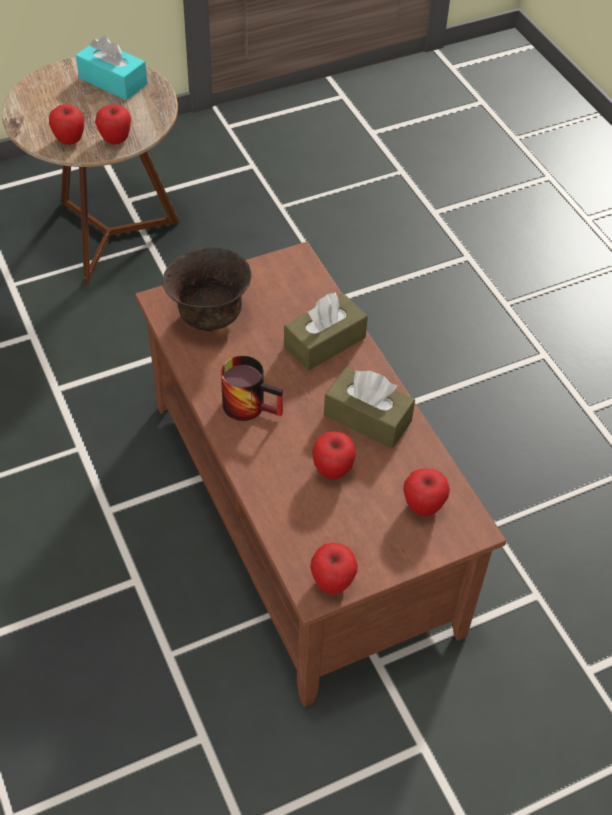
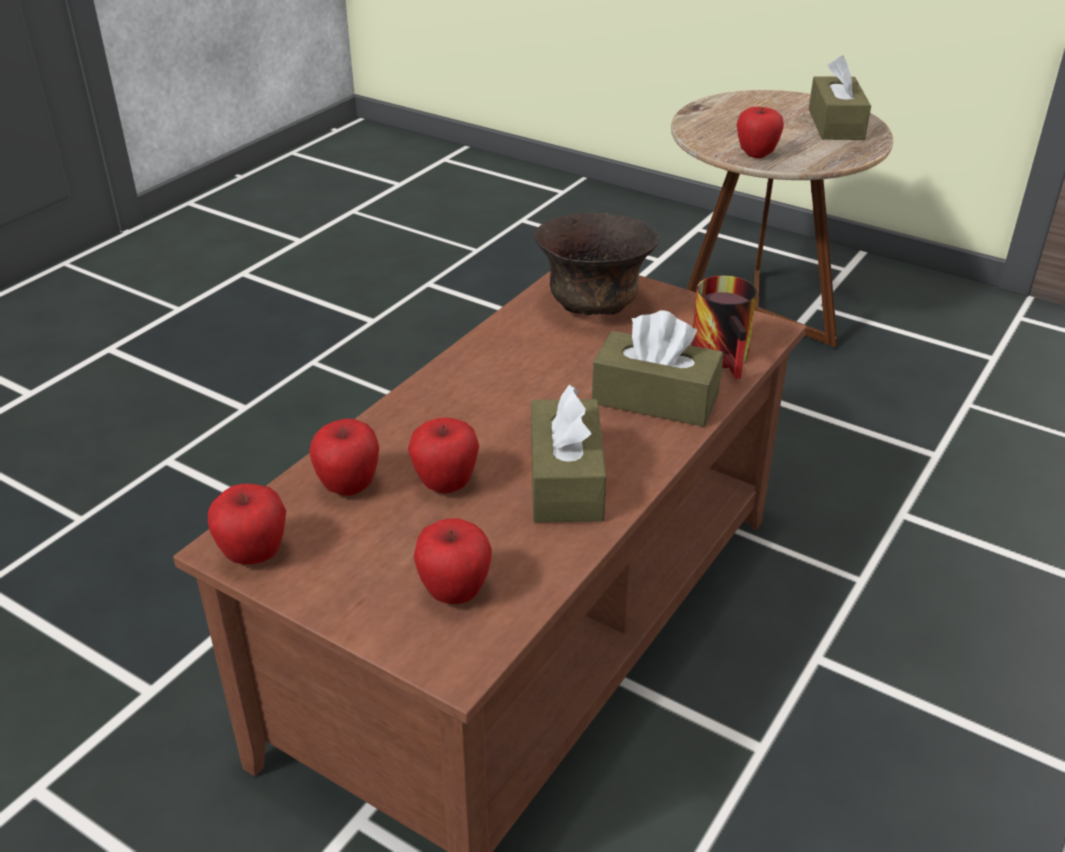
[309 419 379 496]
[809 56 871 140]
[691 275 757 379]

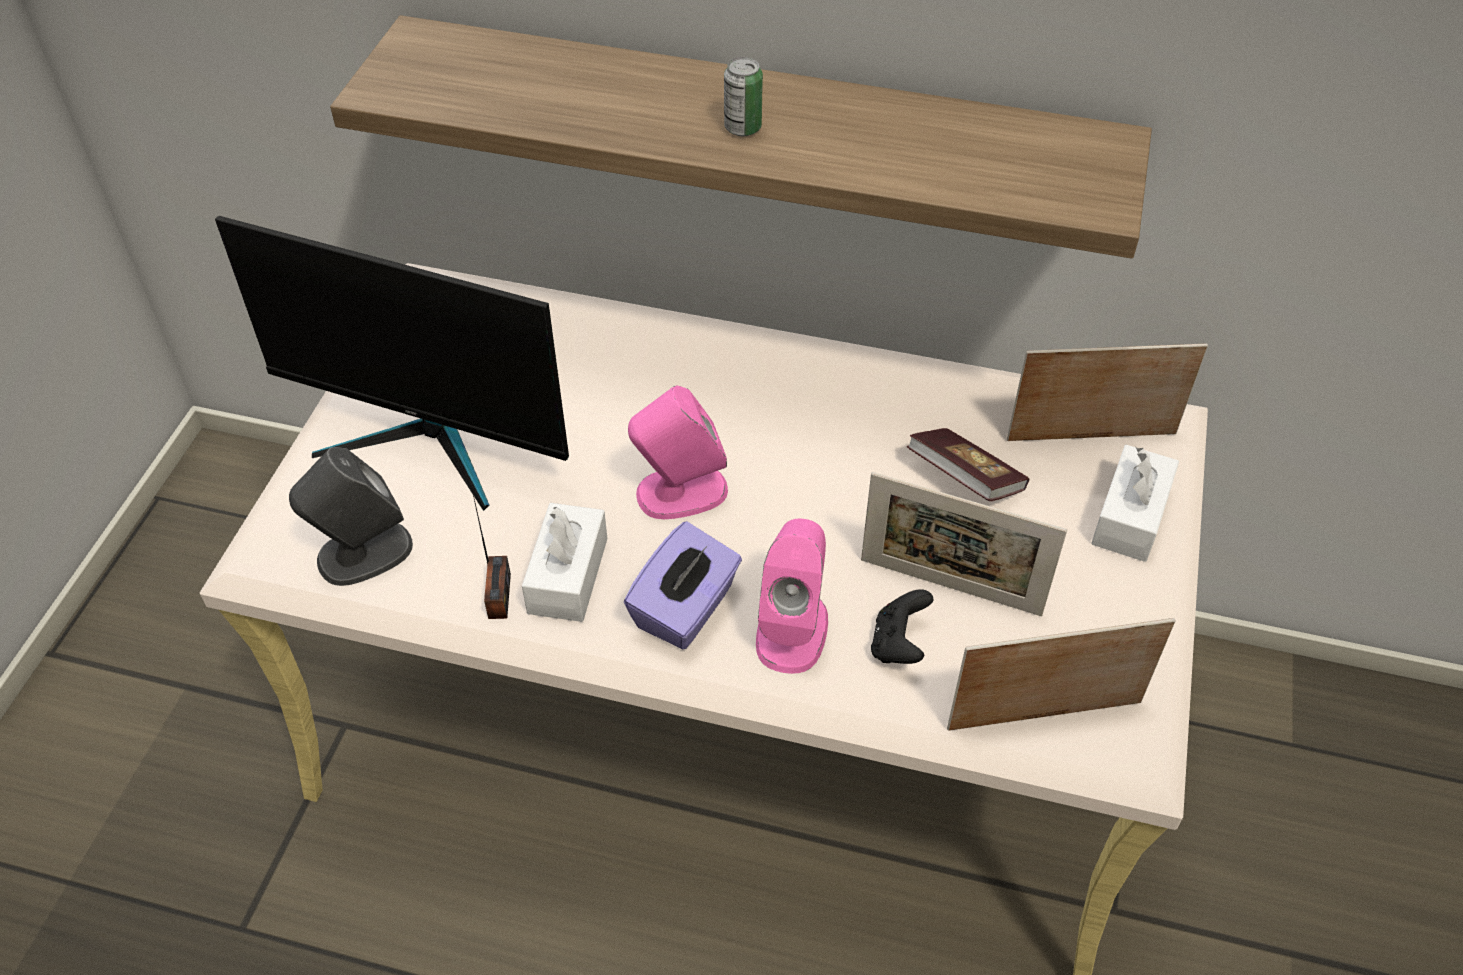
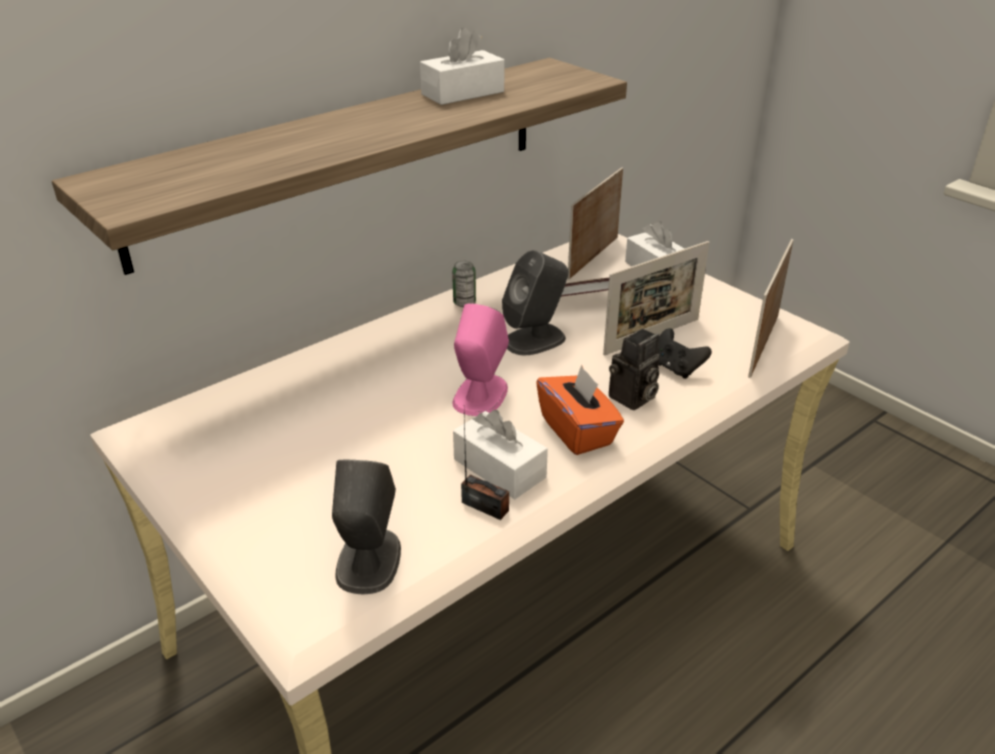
[215 216 569 511] (first image)
[536 365 624 455]
[452 261 476 307]
[609 328 660 410]
[420 27 504 105]
[502 250 568 356]

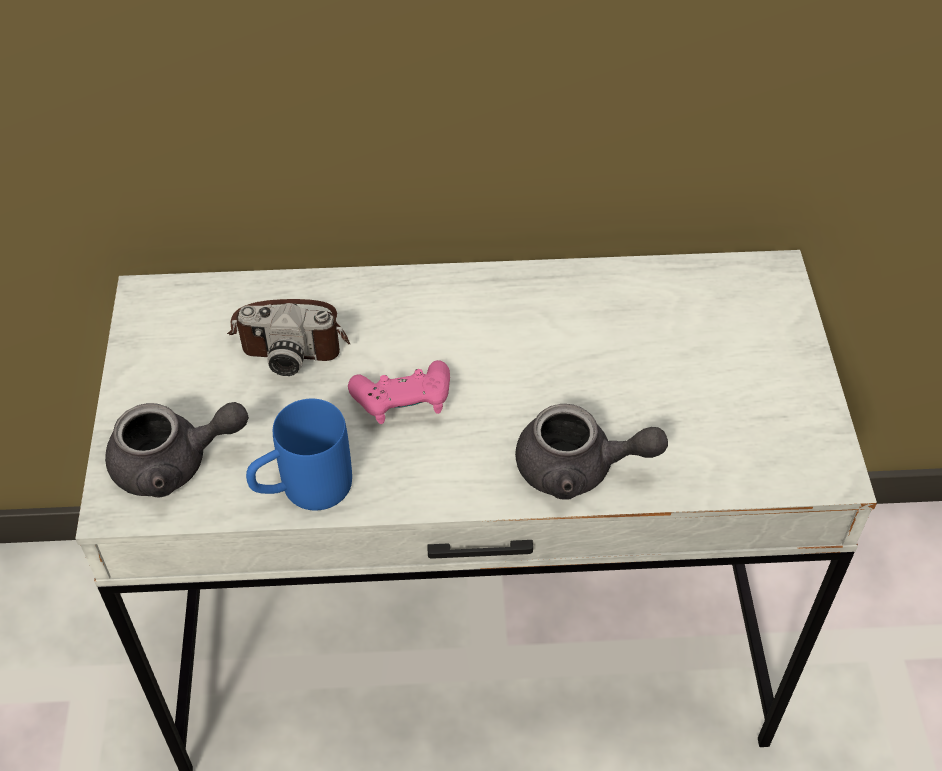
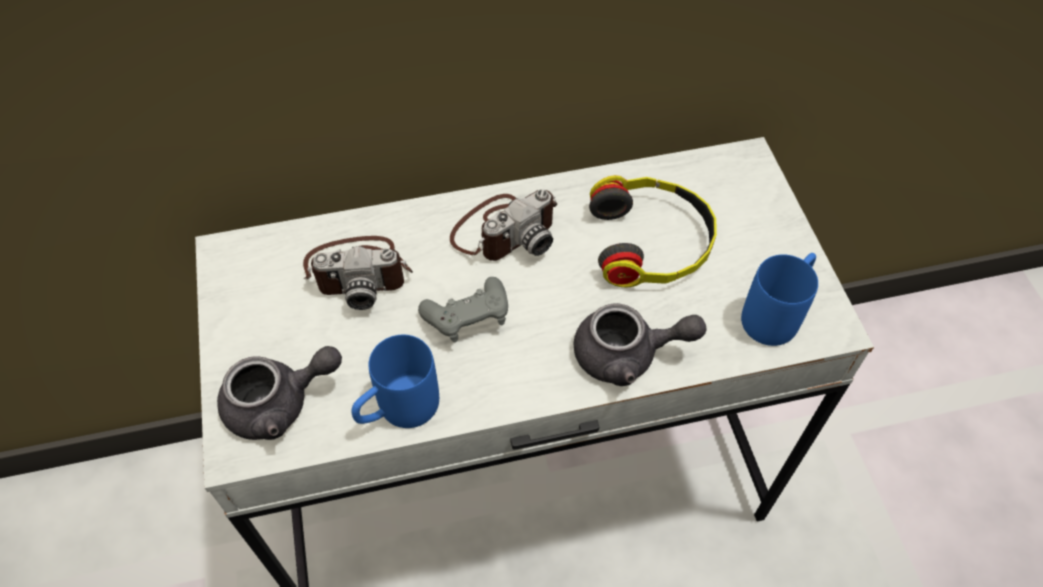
[418 277 508 342]
[450 189 558 261]
[589 175 717 288]
[741 253 818 346]

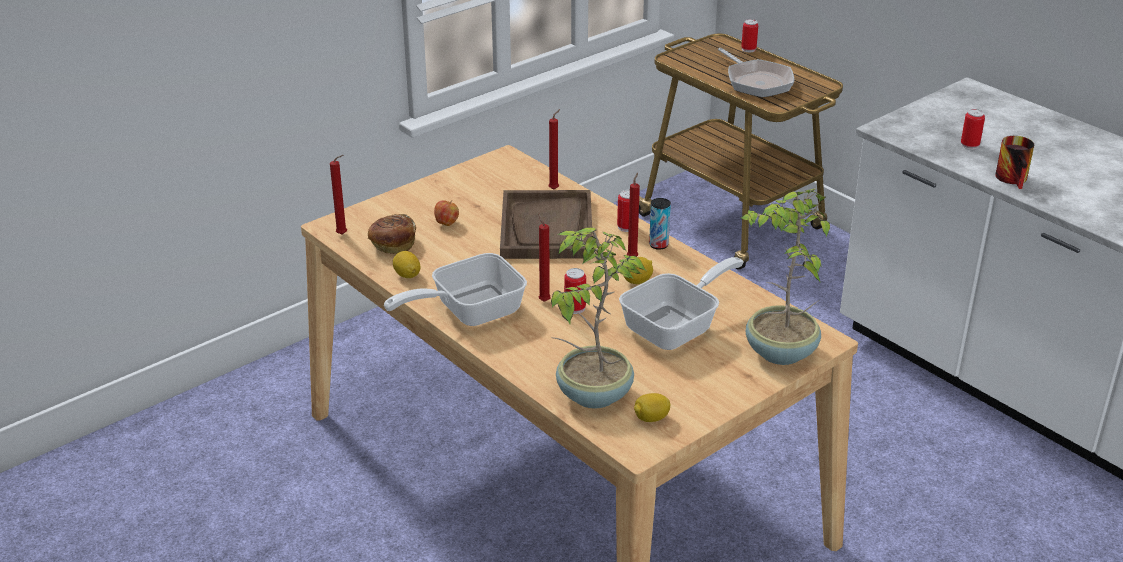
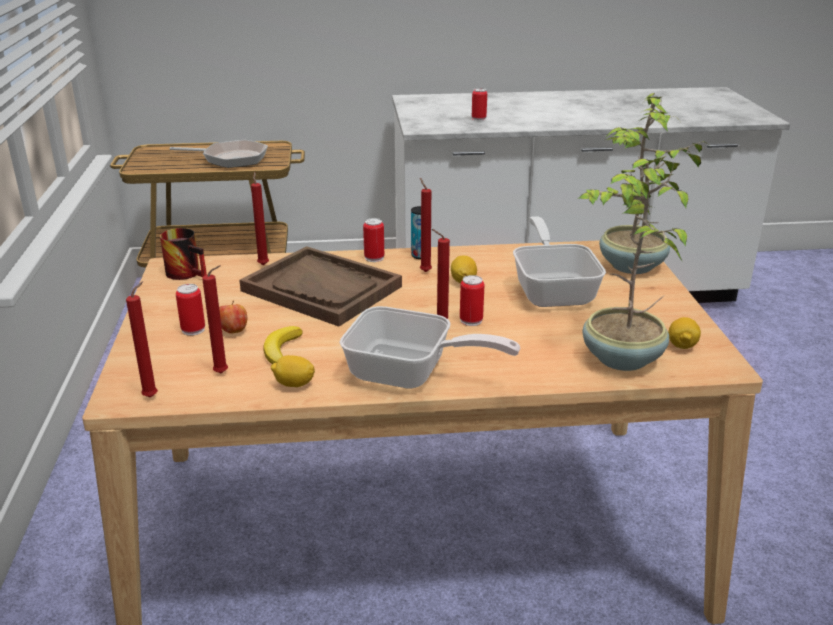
[202 265 228 373]
[339 306 520 389]
[176 284 205 336]
[160 228 207 280]
[263 326 303 364]

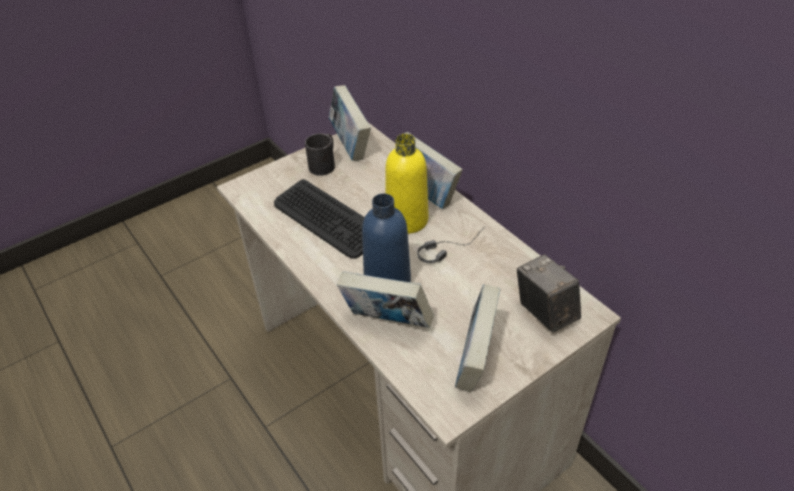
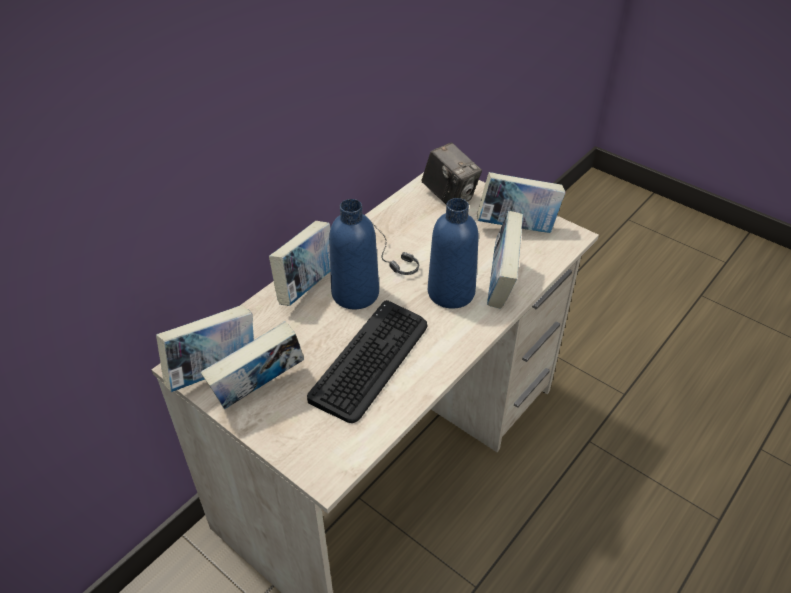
[201 321 304 409]
[329 199 379 309]
[422 143 482 204]

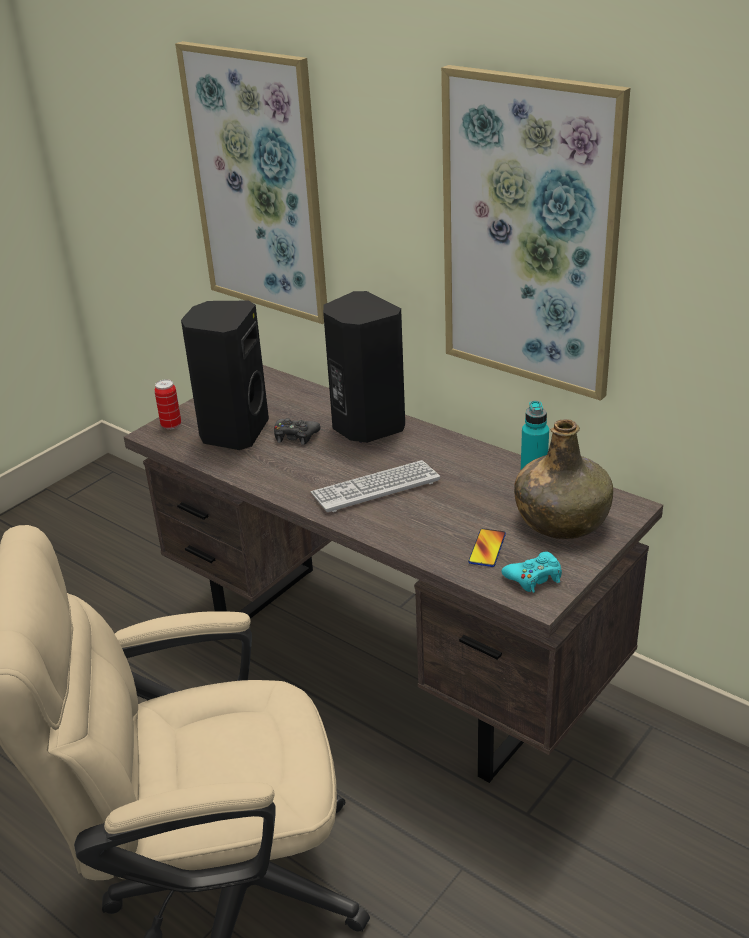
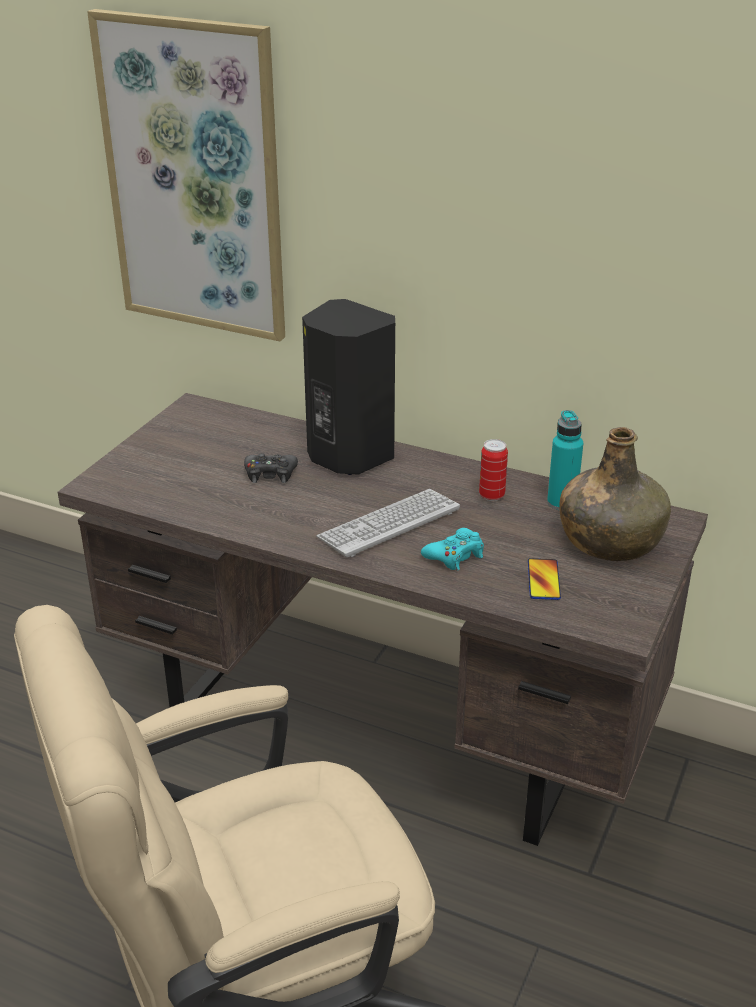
[479 439 508 501]
[181 301 269 450] (first image)
[441 65 630 401] (first image)
[421 528 484 571]

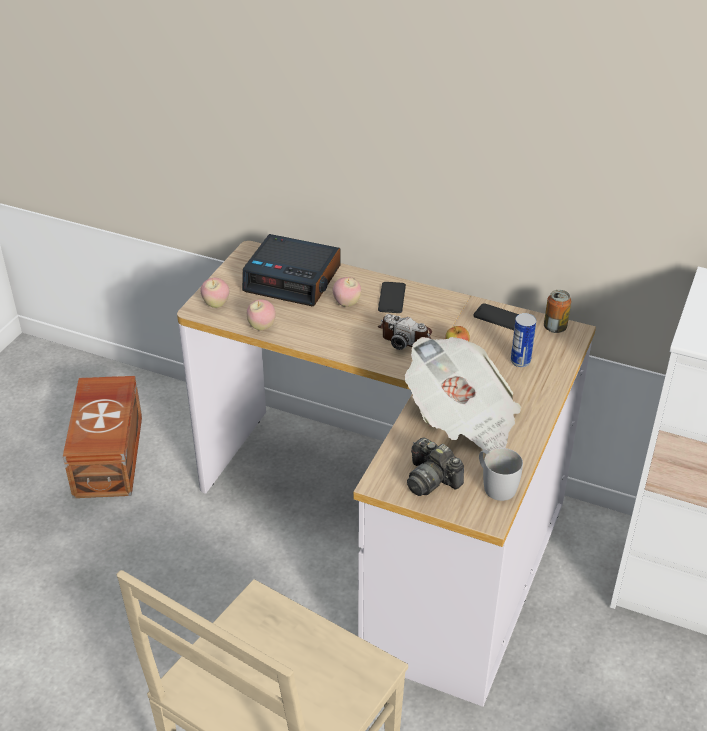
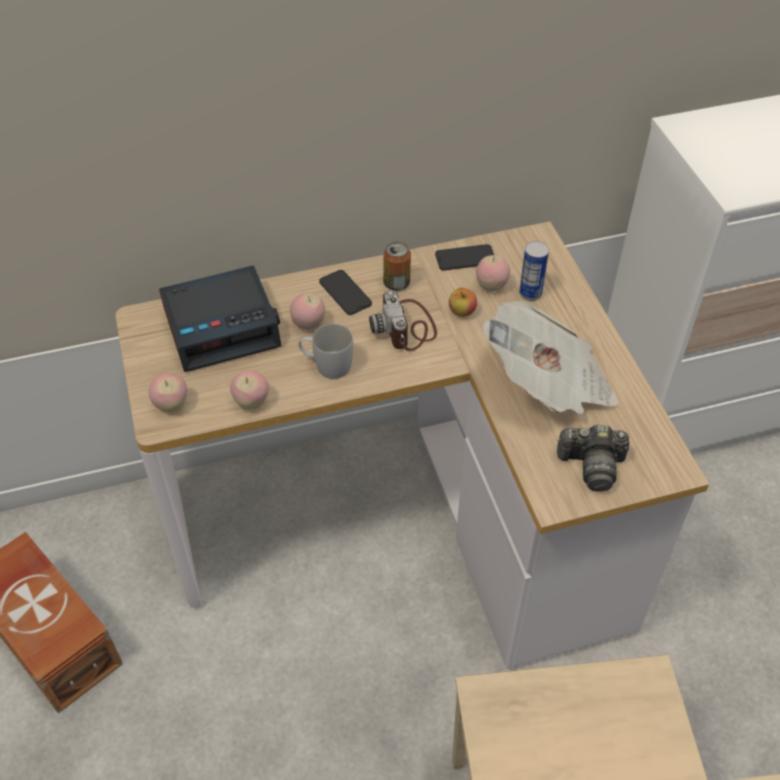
[369 290 437 351]
[299 324 353 379]
[383 241 411 291]
[476 255 510 291]

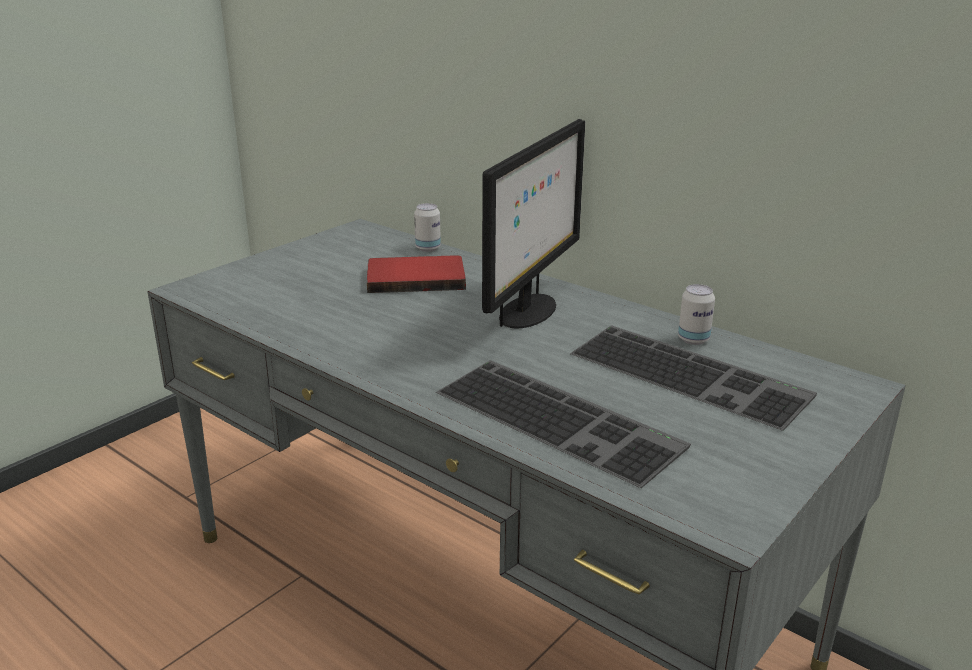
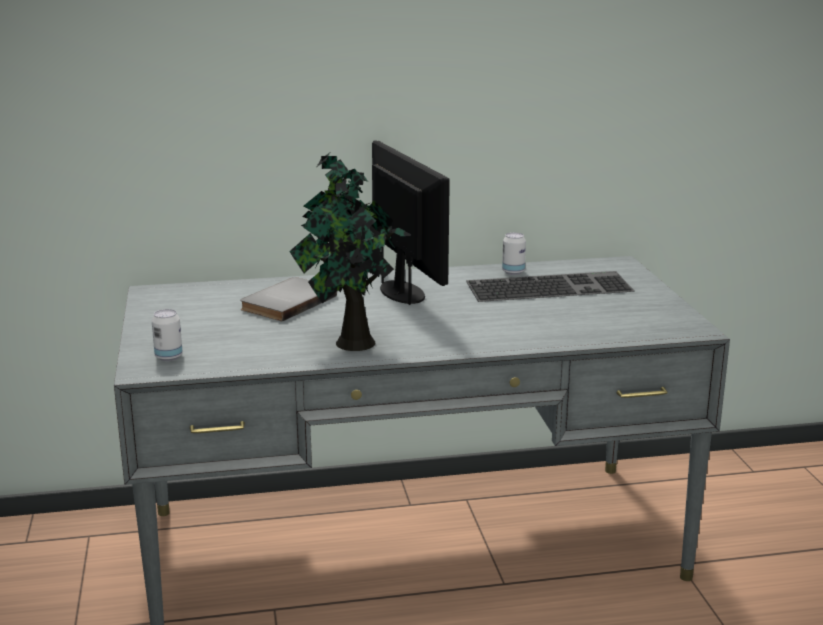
[240 277 337 322]
[152 309 183 361]
[436 360 691 488] (first image)
[289 153 411 351]

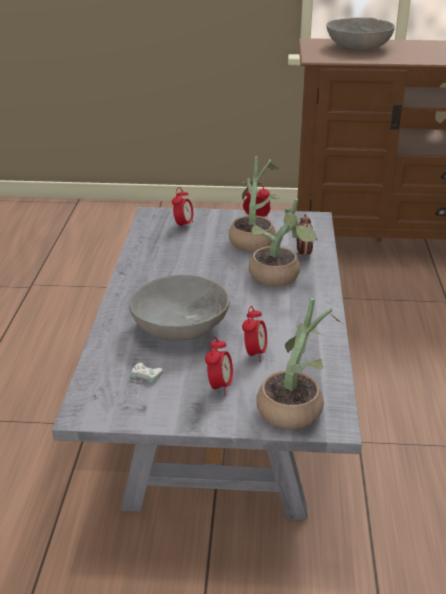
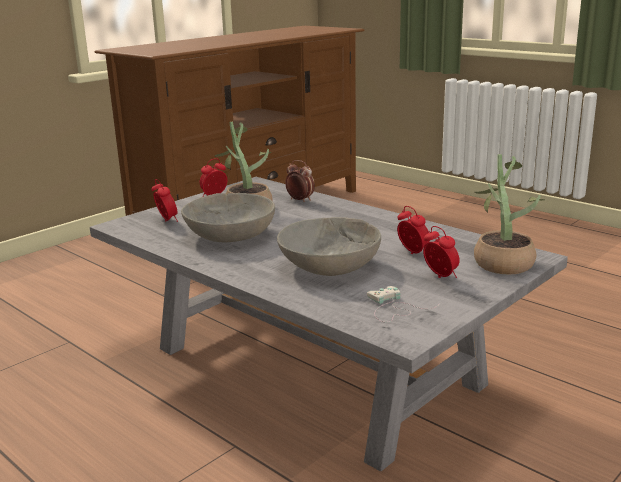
[249 198 317 287] (first image)
[181 193 275 242]

